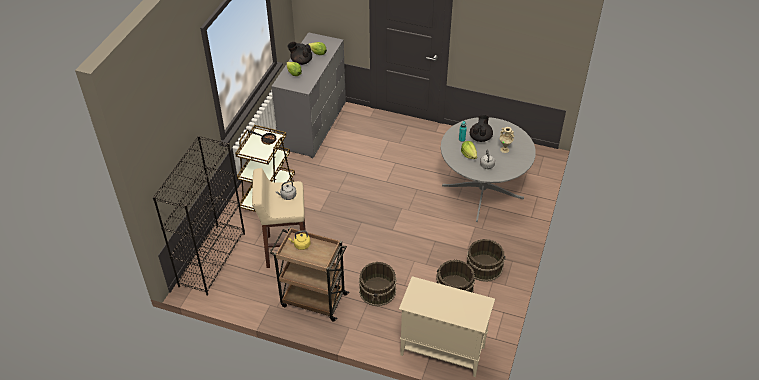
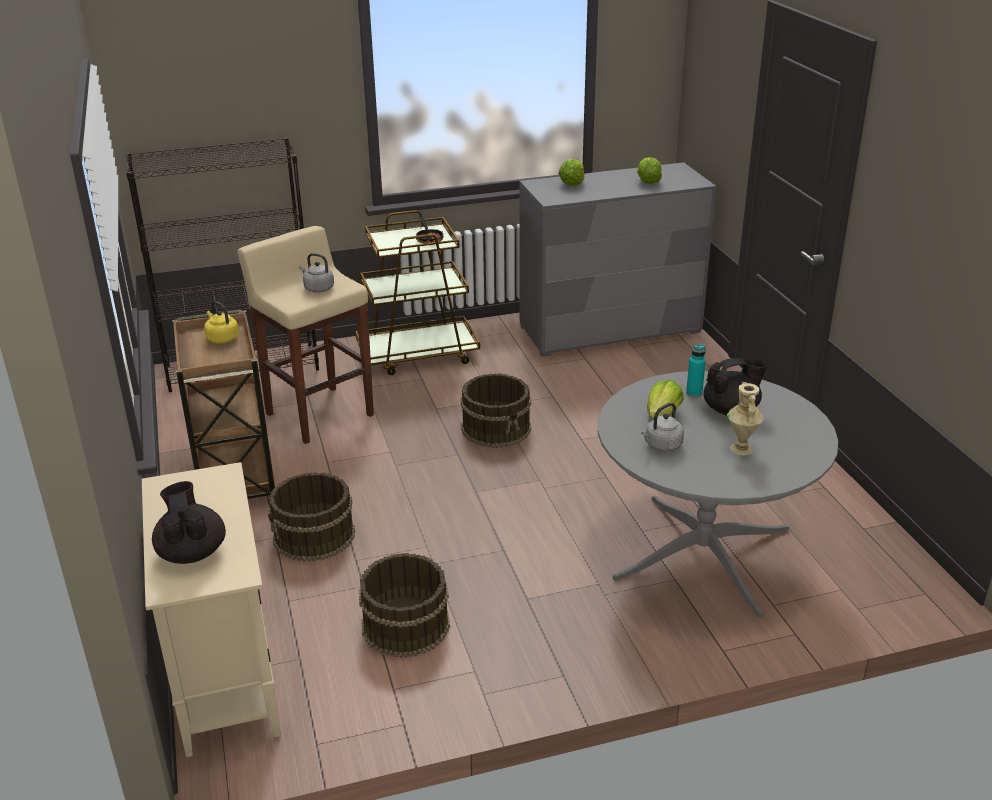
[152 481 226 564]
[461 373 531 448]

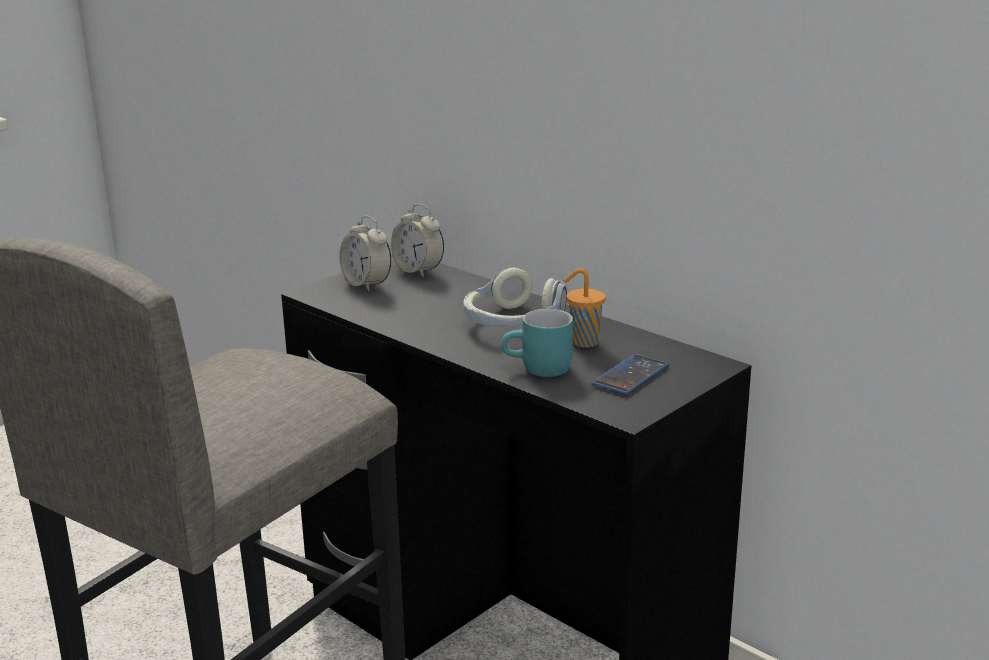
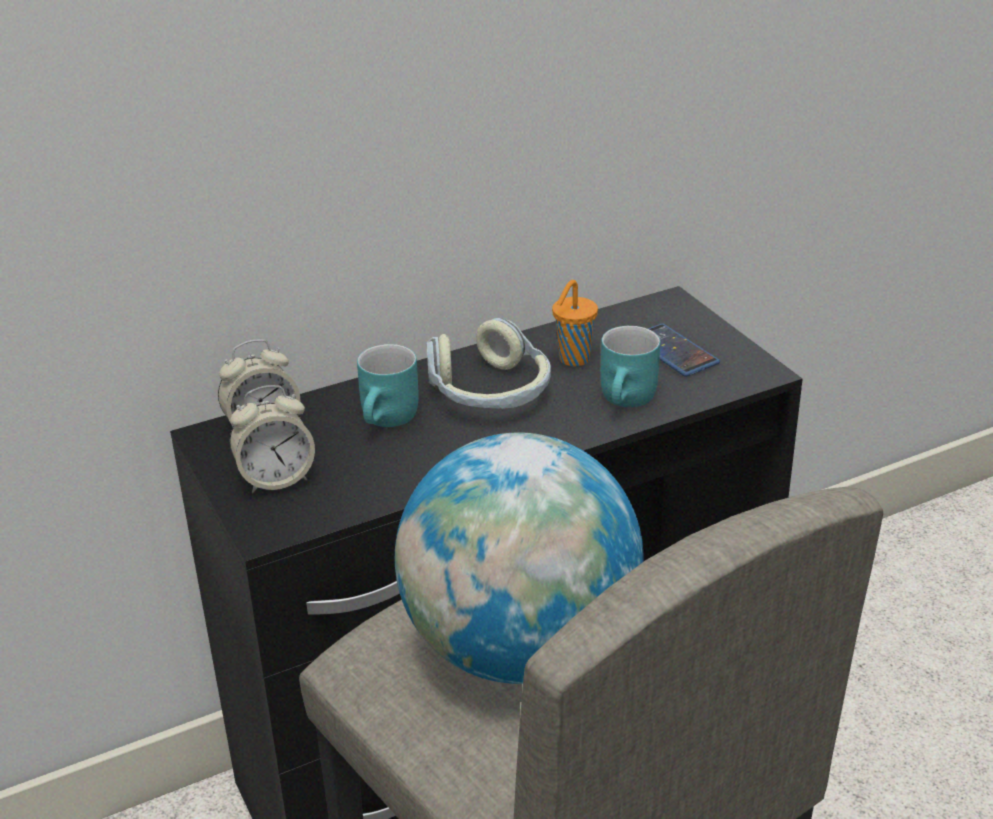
[357 344 419 427]
[395 432 644 684]

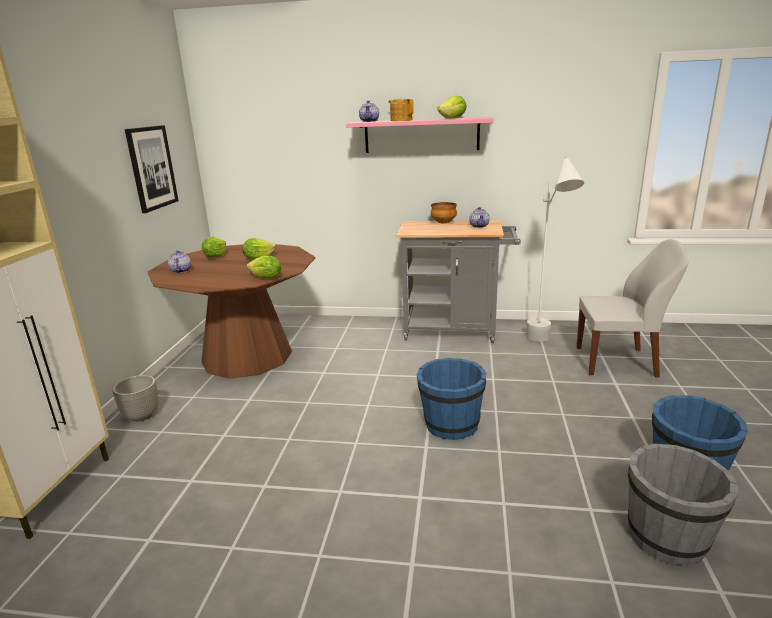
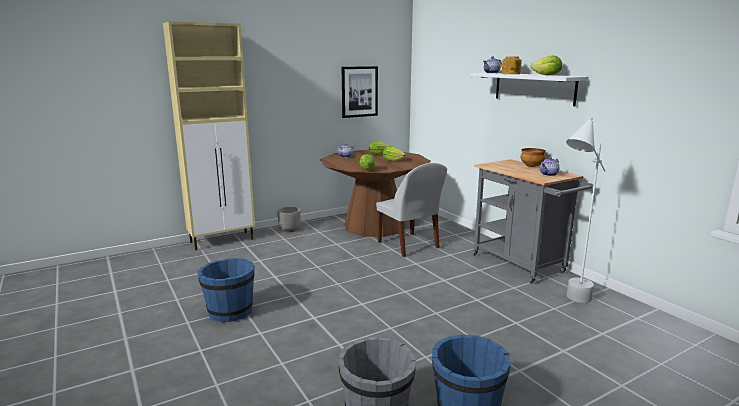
[471 73 589 106]
[197 258 255 322]
[376 163 447 257]

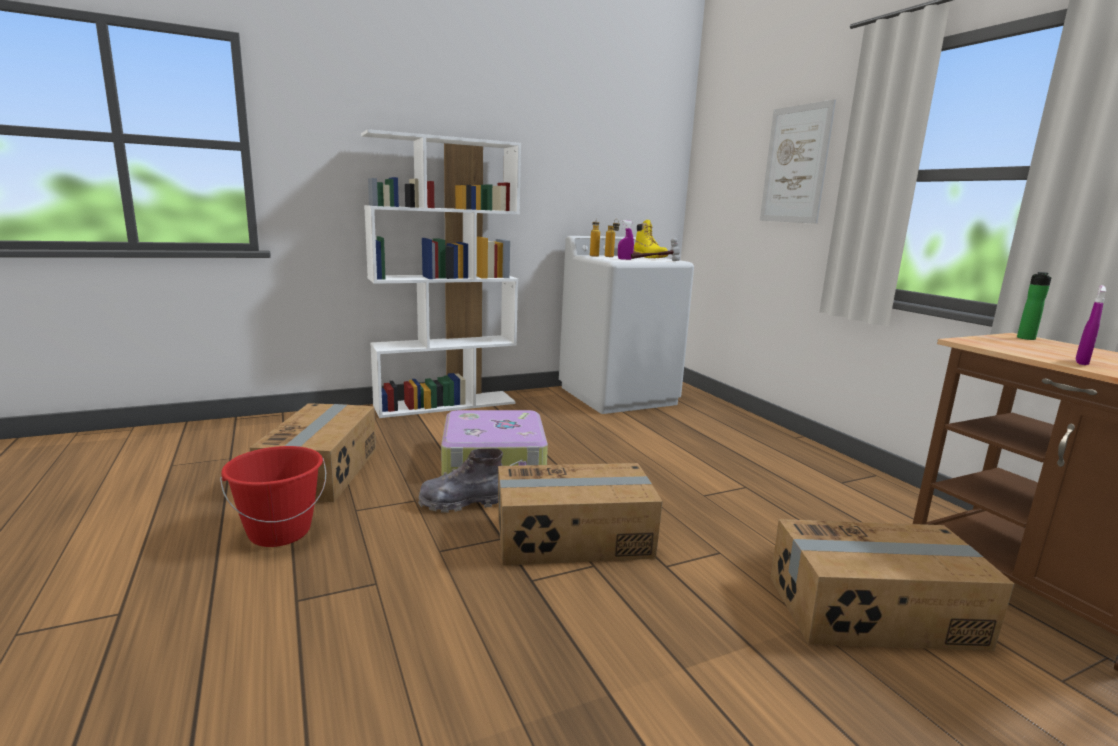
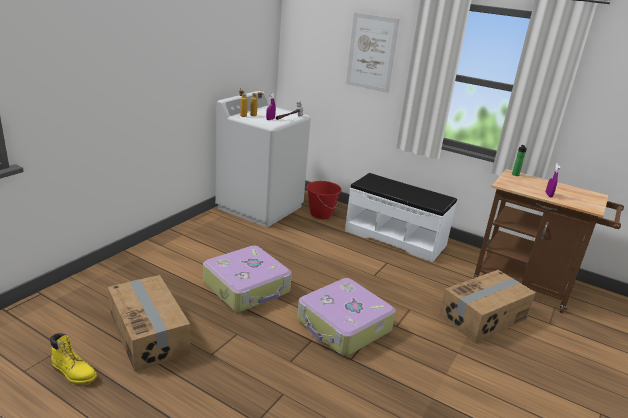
[306 181 342 219]
[361 129 521 418] (first image)
[418 448 503 513] (first image)
[297 278 396 356]
[50 333 97 384]
[345 173 457 262]

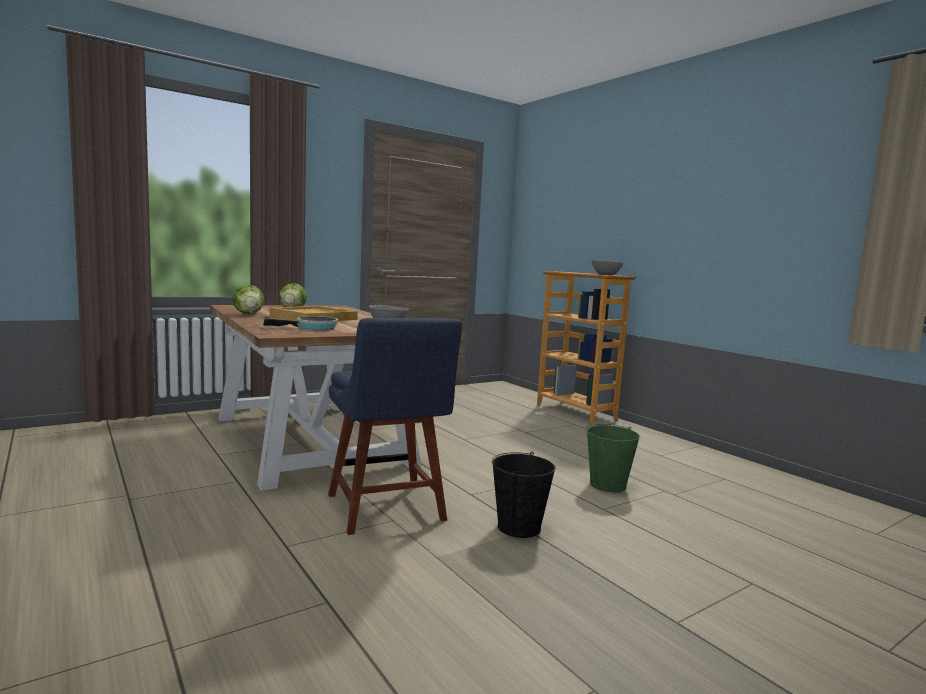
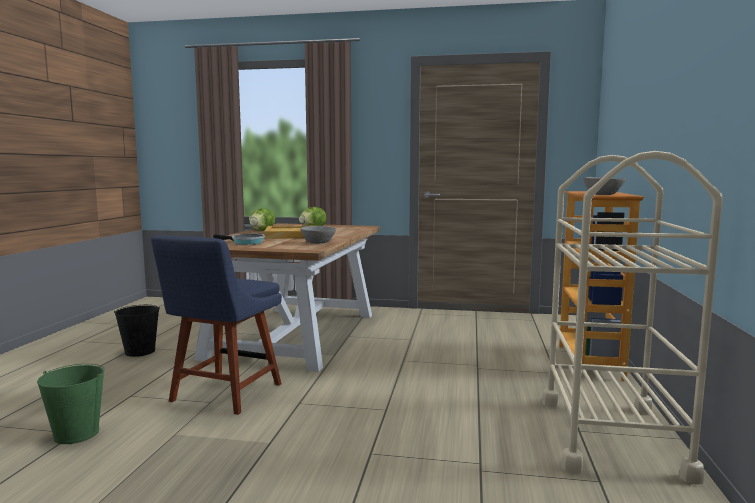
[114 305 160 357]
[37 364 105 444]
[542 151 723 485]

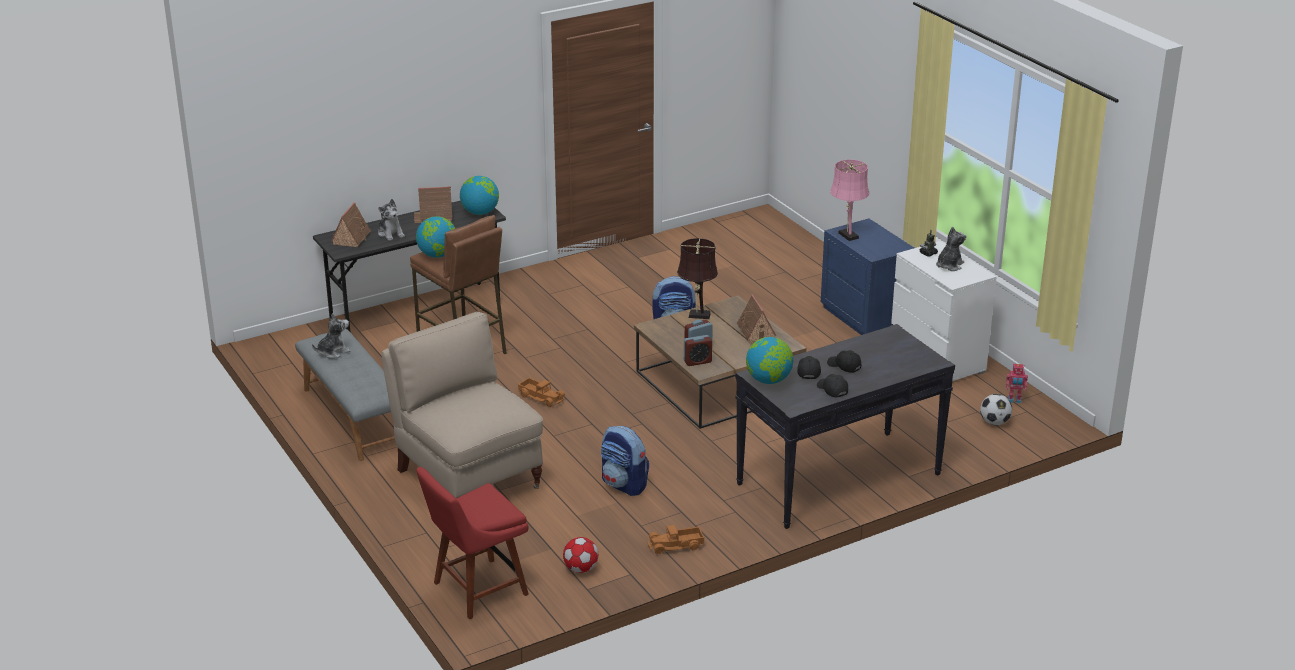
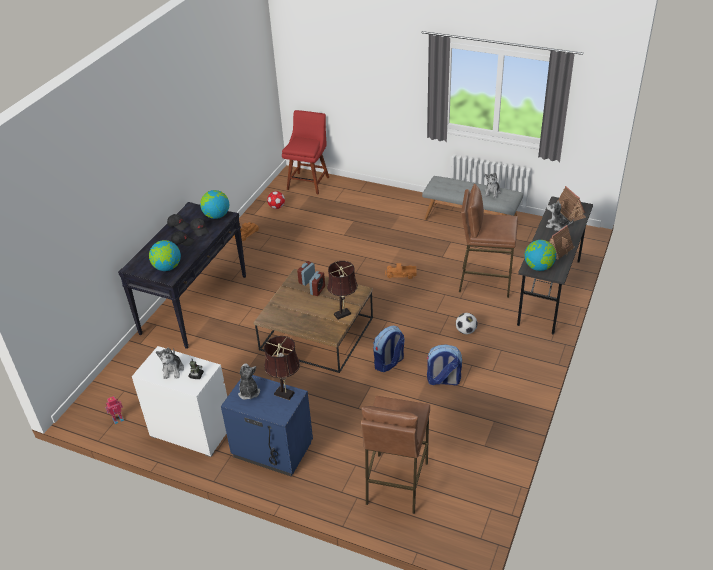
[382 312 543 499] (first image)
[149 240 181 271]
[427 344 462 385]
[737 294 776 345] (first image)
[264 336 300 400]
[456 313 478 334]
[238 364 260 400]
[361 396 430 514]

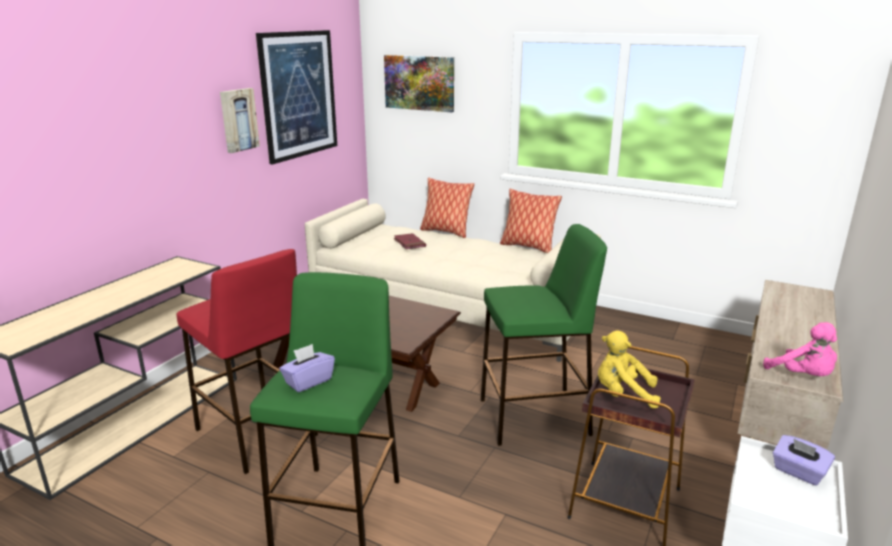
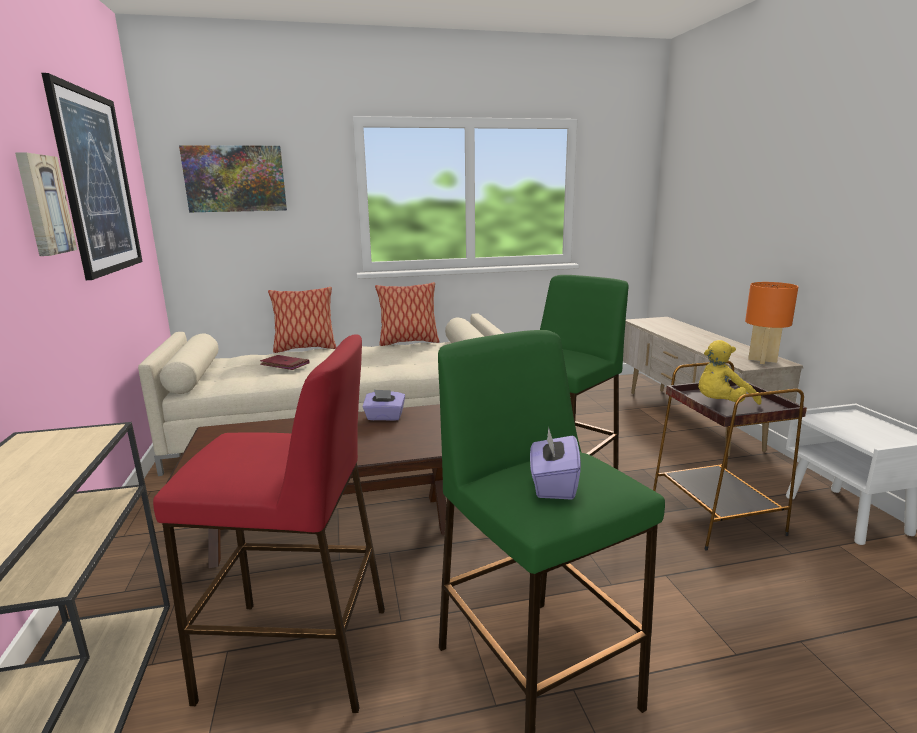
[745 282 798 364]
[362 390 405 421]

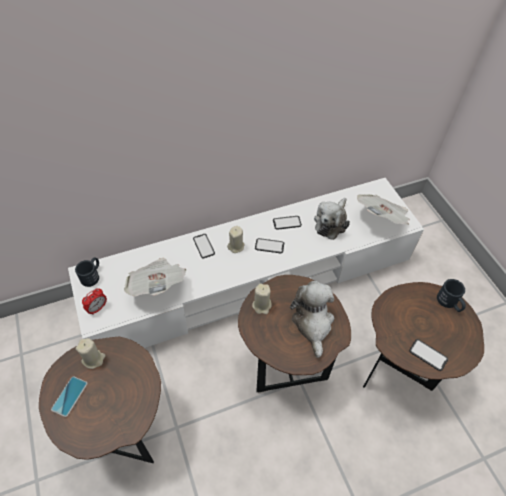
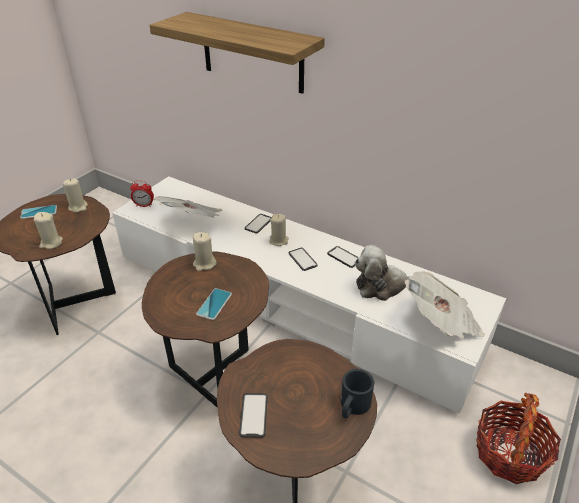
[75 257 99 287] (first image)
[196 288 232 320]
[34 212 63 249]
[149 12 325 94]
[476 392 561 484]

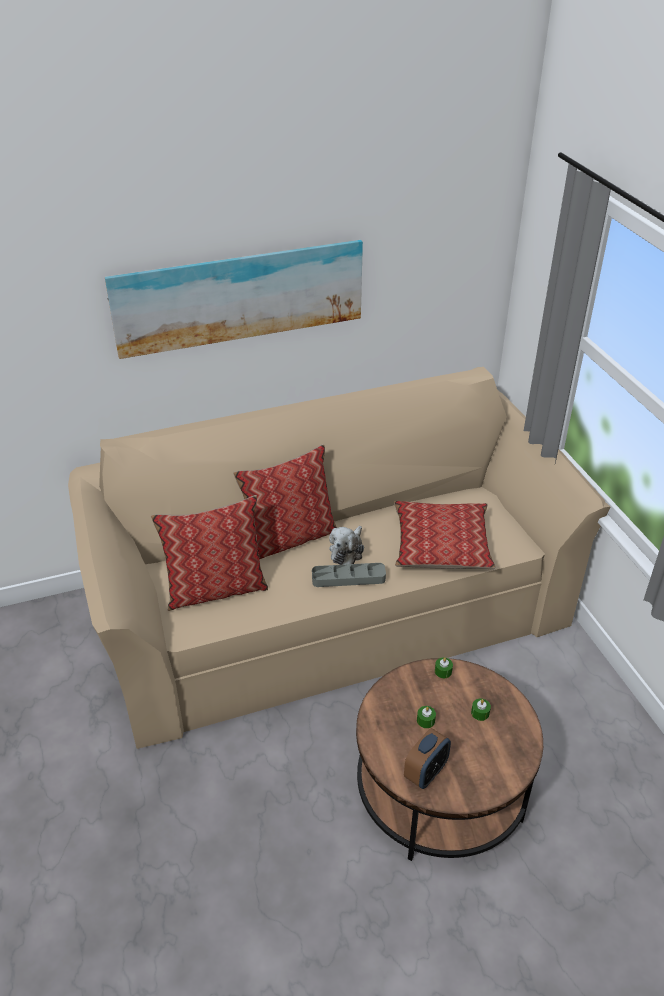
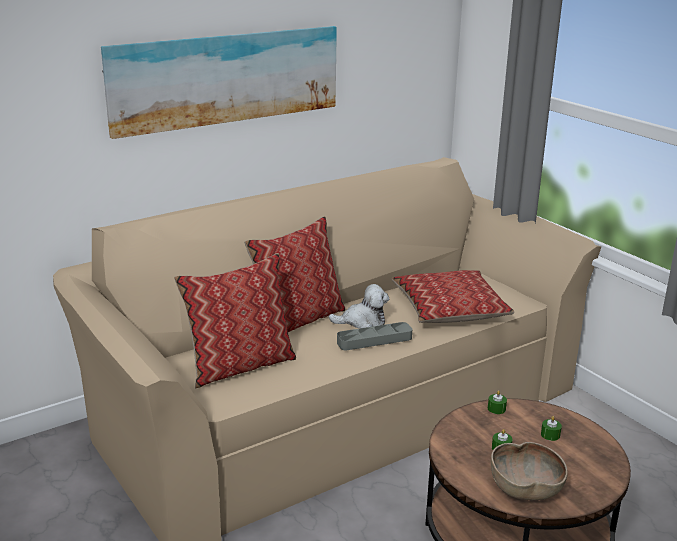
[329 284 389 328]
[491 442 568 500]

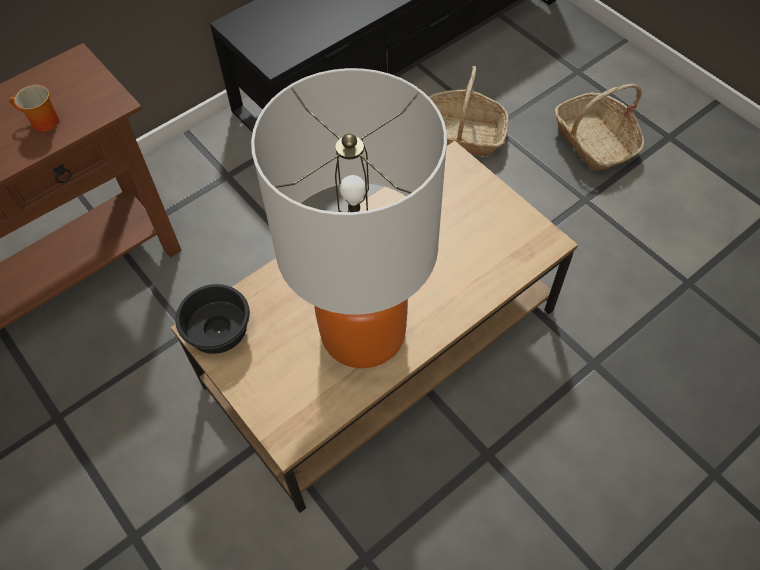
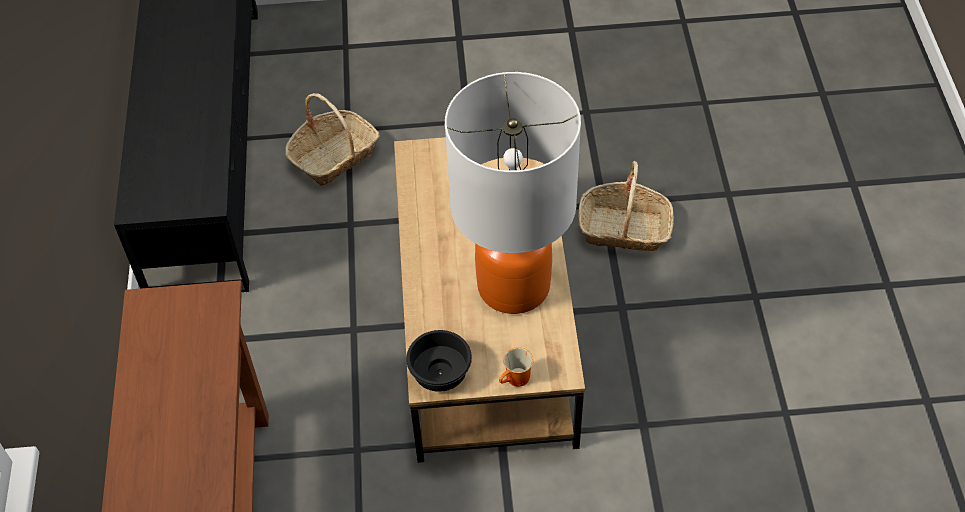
[499 347 533 387]
[579 161 674 251]

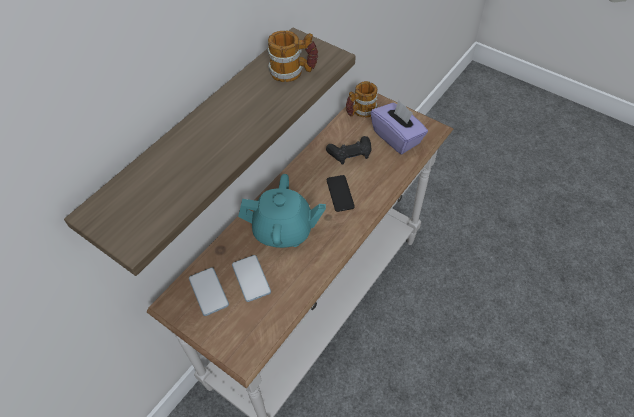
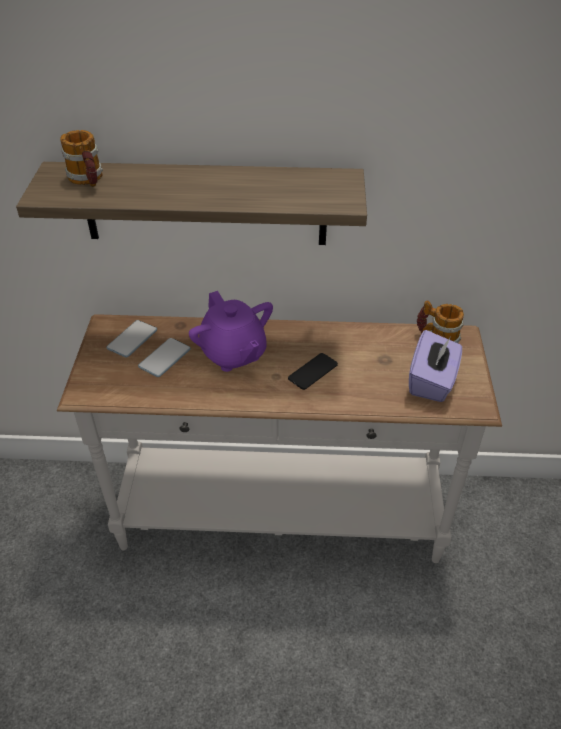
[189 291 273 372]
[60 130 103 187]
[326 136 371 165] (first image)

